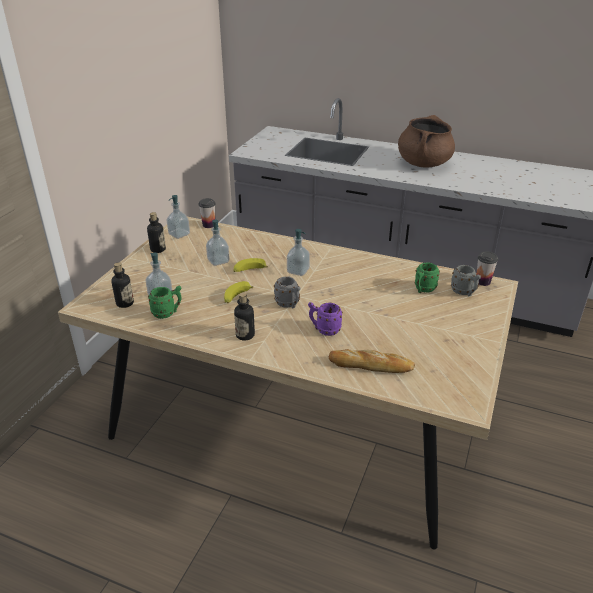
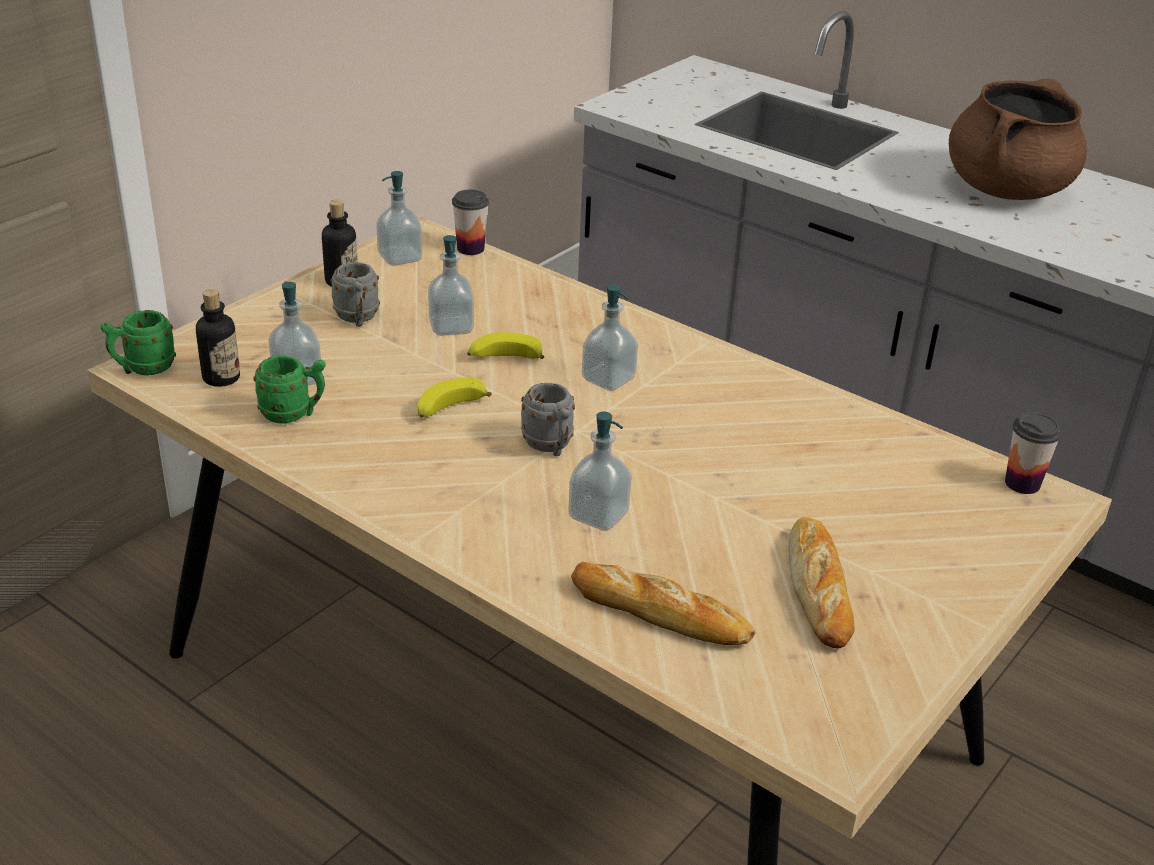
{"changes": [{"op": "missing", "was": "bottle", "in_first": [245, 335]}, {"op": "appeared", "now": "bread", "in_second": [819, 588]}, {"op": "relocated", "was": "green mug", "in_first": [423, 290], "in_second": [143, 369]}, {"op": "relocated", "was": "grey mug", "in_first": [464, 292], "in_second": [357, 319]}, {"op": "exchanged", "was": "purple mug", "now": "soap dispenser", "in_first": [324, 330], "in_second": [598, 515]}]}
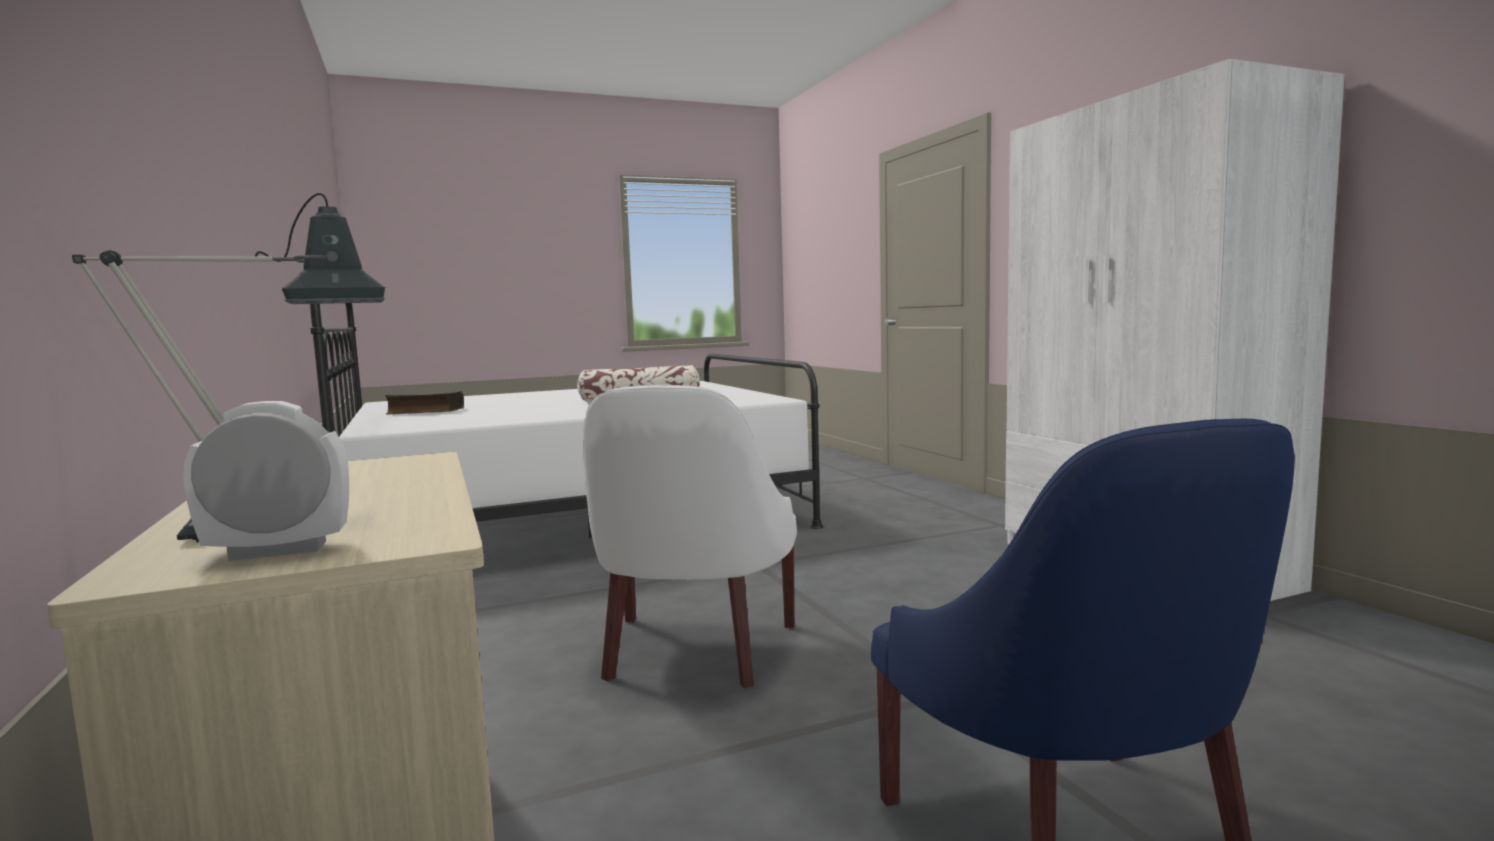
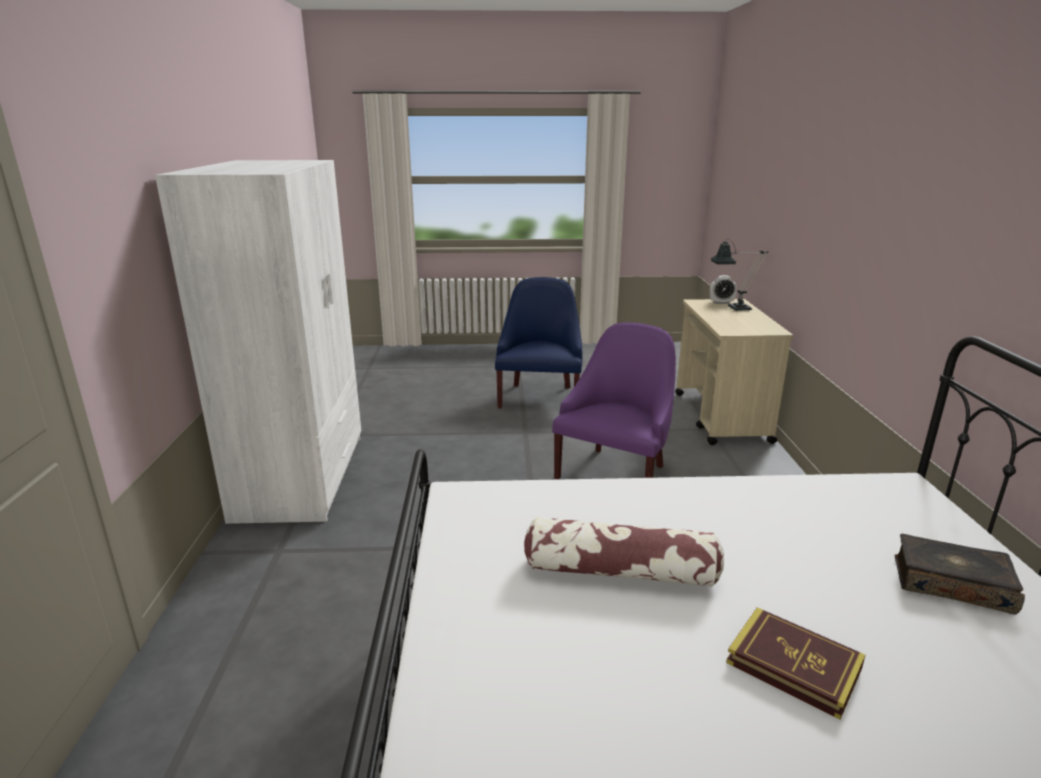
{"changes": [{"op": "appeared", "now": "book", "in_second": [793, 665]}, {"op": "colour", "was": "white armchair", "now": "purple armchair", "in_first": [692, 651], "in_second": [615, 473]}]}
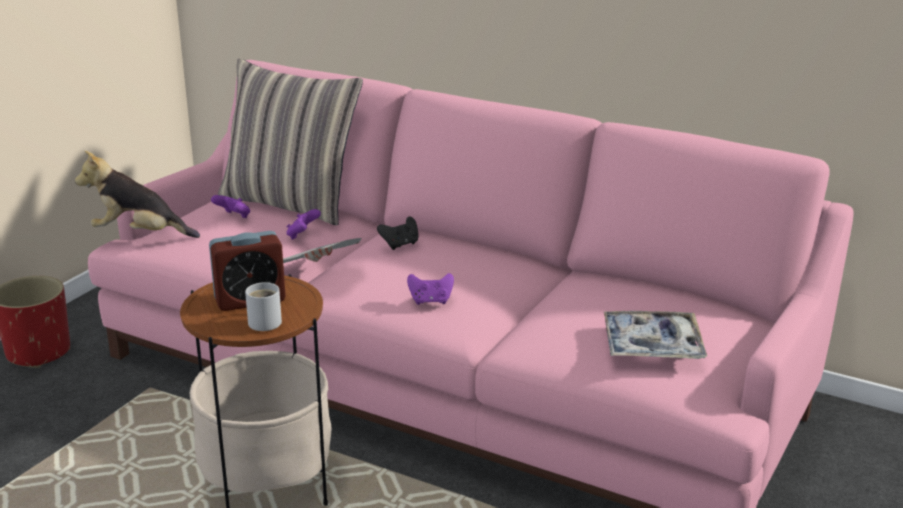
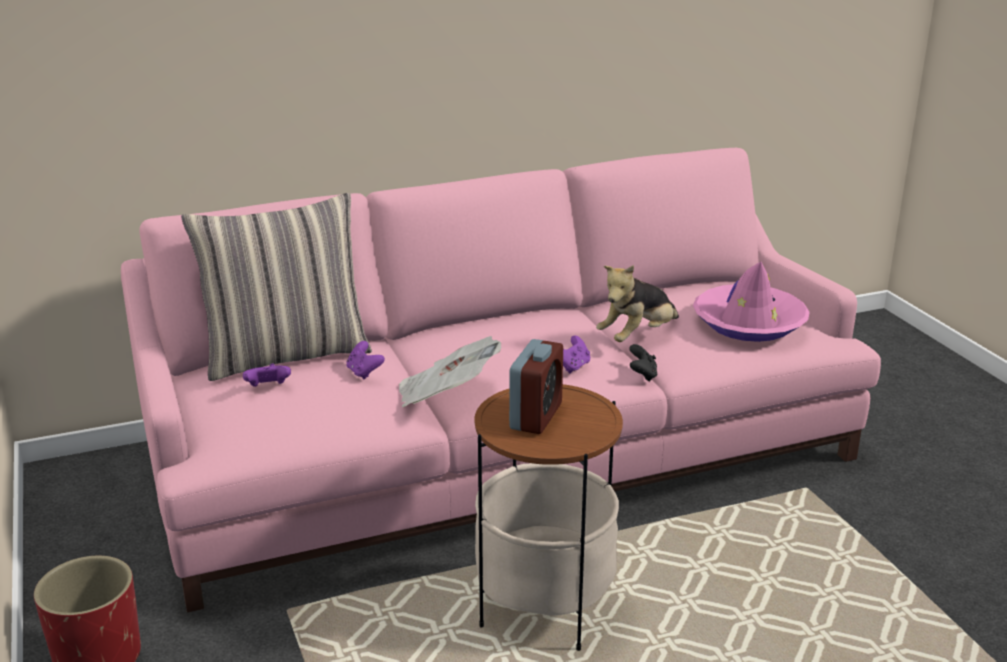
{"changes": [{"op": "missing", "was": "white mug", "in_first": [267, 321]}, {"op": "relocated", "was": "plush toy", "in_first": [139, 234], "in_second": [637, 336]}, {"op": "relocated", "was": "black game controller", "in_first": [400, 245], "in_second": [642, 375]}, {"op": "exchanged", "was": "tray", "now": "pink hat", "in_first": [652, 345], "in_second": [749, 323]}]}
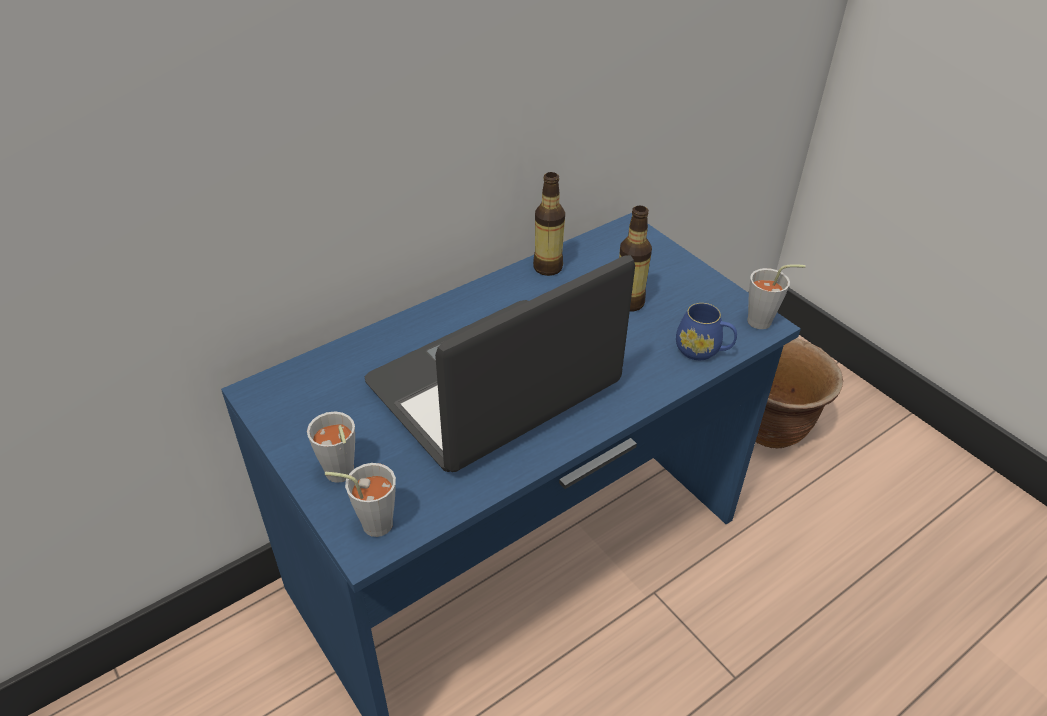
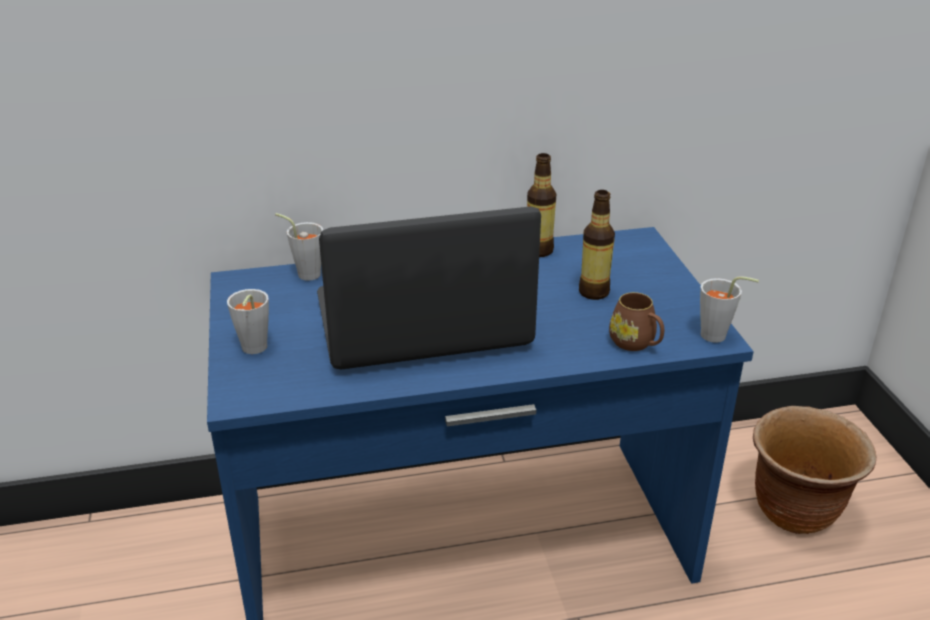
{"changes": [{"op": "relocated", "was": "grey cup", "in_first": [370, 523], "in_second": [305, 273]}, {"op": "colour", "was": "blue mug", "now": "brown mug", "in_first": [703, 350], "in_second": [636, 344]}]}
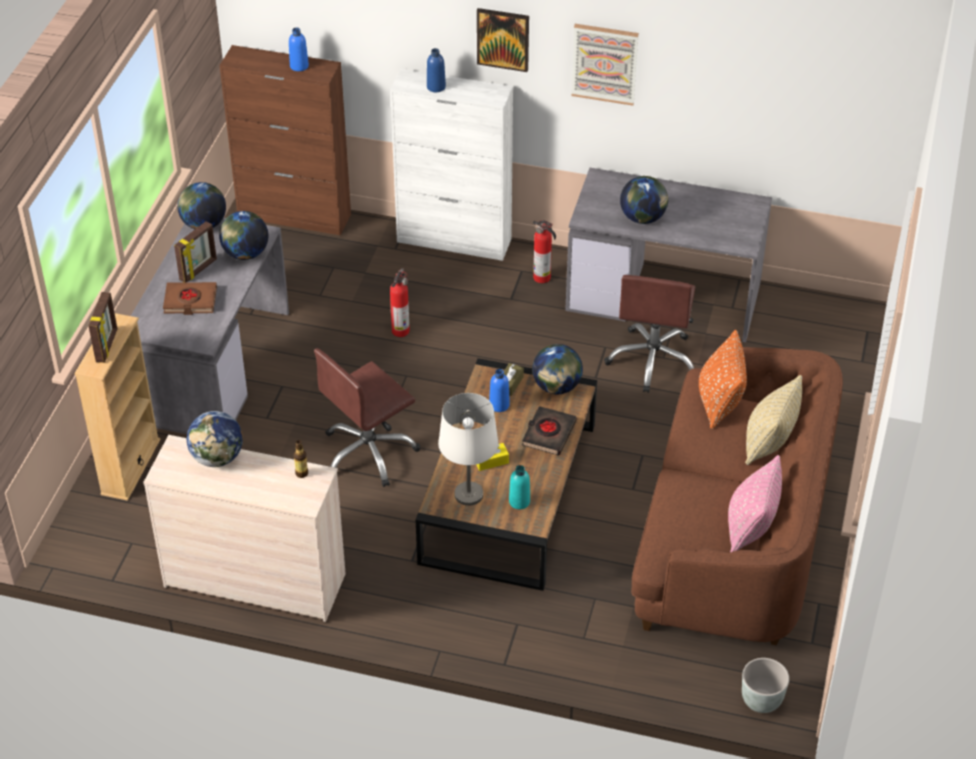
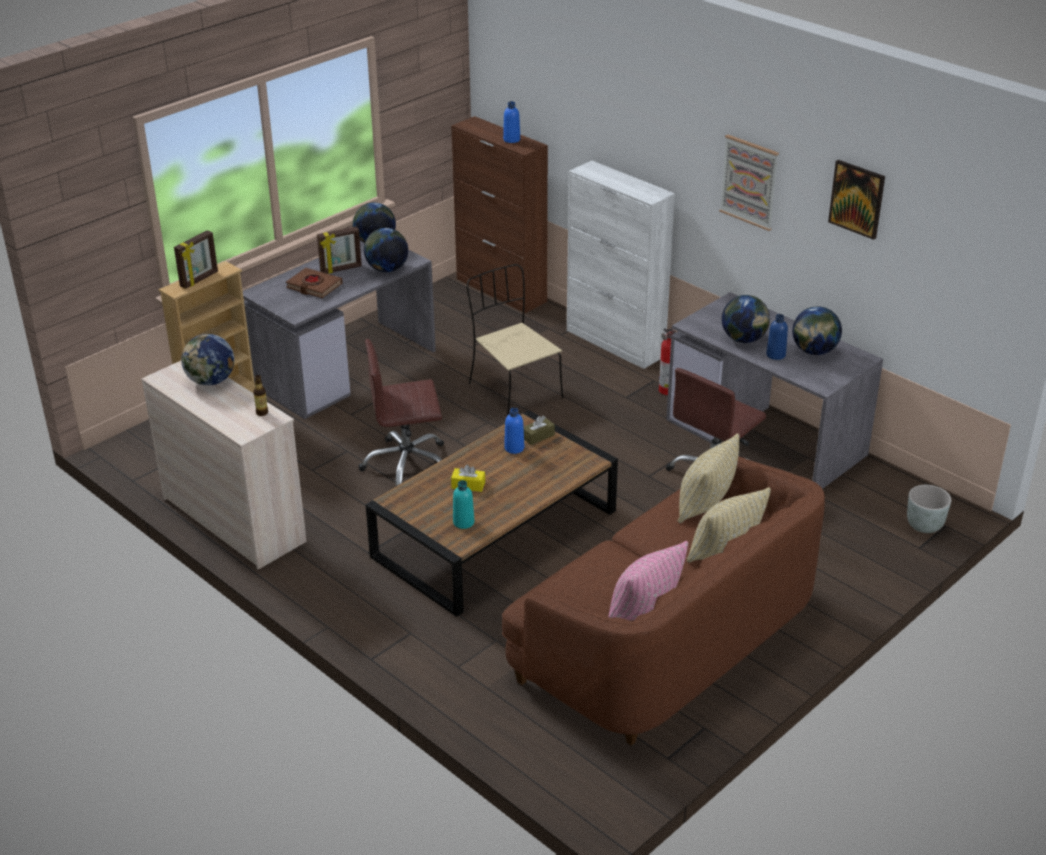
{"changes": [{"op": "missing", "was": "white table lamp", "in_first": [469, 494]}, {"op": "missing", "was": "black book", "in_first": [548, 434]}, {"op": "relocated", "was": "blue bottle", "in_first": [436, 87], "in_second": [775, 355]}, {"op": "relocated", "was": "picture", "in_first": [503, 39], "in_second": [857, 199]}, {"op": "relocated", "was": "globe", "in_first": [556, 387], "in_second": [814, 351]}, {"op": "relocated", "was": "grey planter", "in_first": [762, 701], "in_second": [924, 526]}, {"op": "exchanged", "was": "fire extinguisher", "now": "beige chair", "in_first": [401, 330], "in_second": [513, 390]}, {"op": "colour", "was": "orange pillow", "now": "beige pillow", "in_first": [719, 403], "in_second": [705, 506]}]}
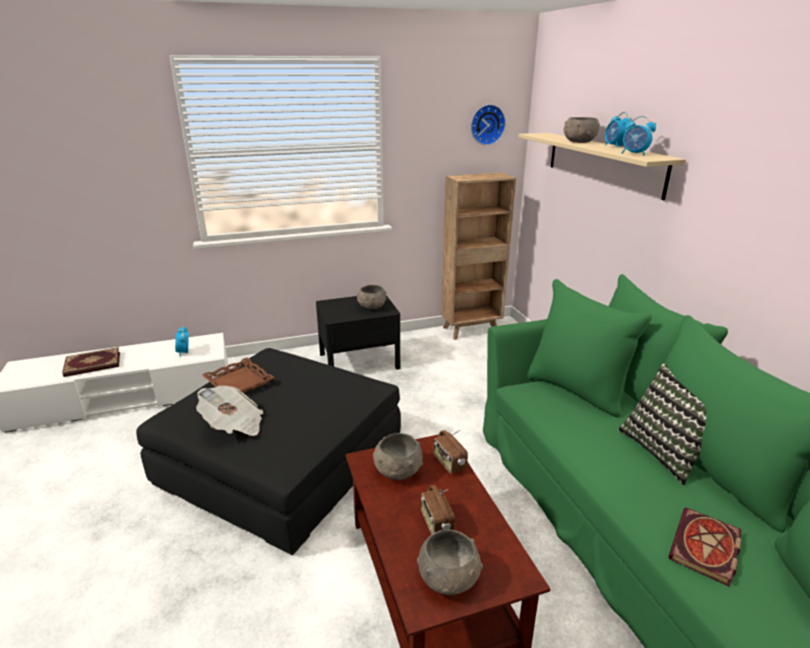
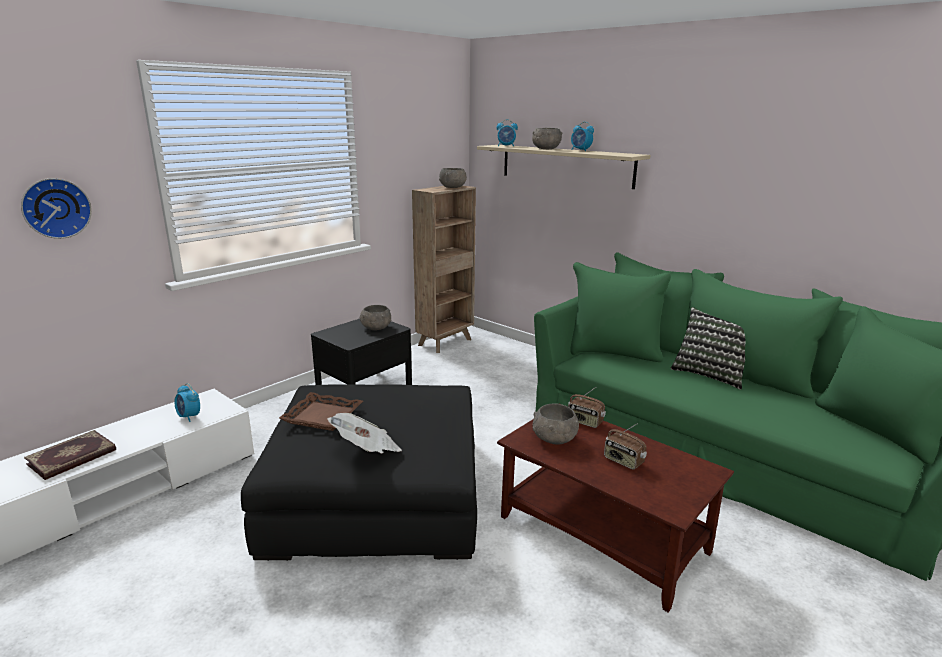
{"changes": [{"op": "missing", "was": "book", "in_first": [706, 549]}, {"op": "relocated", "was": "grey bowl", "in_first": [449, 578], "in_second": [453, 187]}, {"op": "relocated", "was": "wall clock", "in_first": [486, 124], "in_second": [55, 208]}, {"op": "relocated", "was": "alarm clock", "in_first": [634, 154], "in_second": [506, 146]}]}
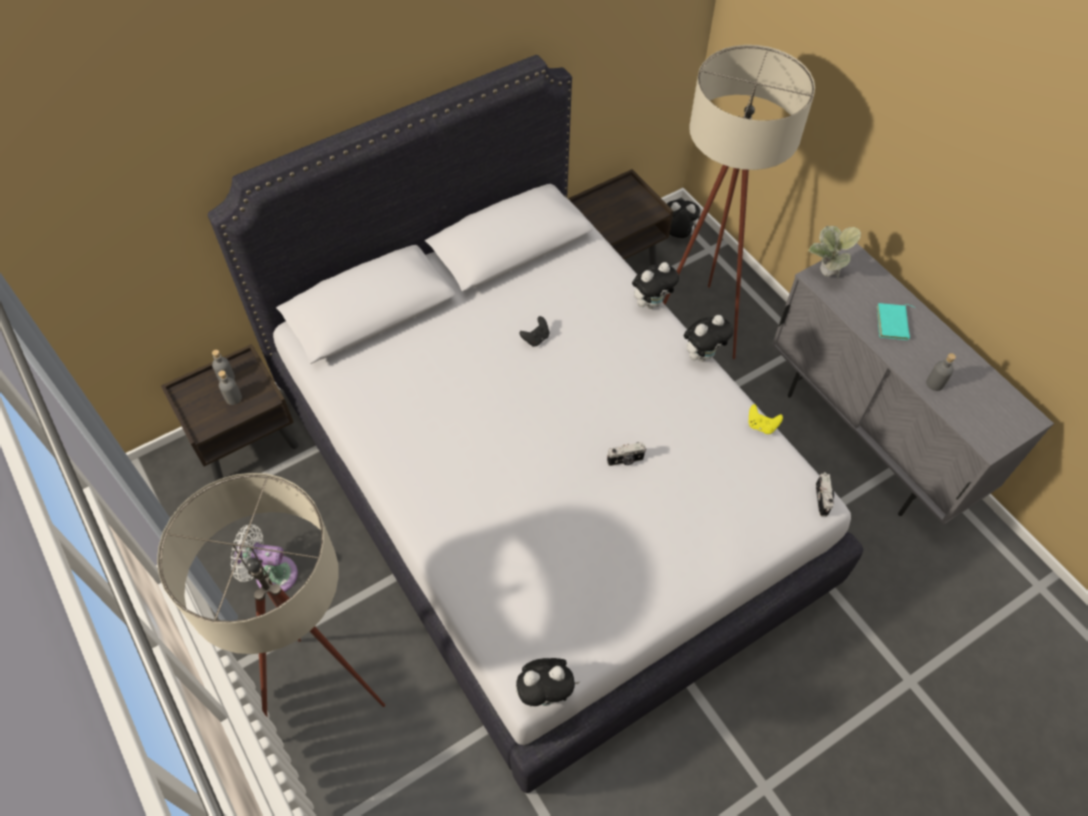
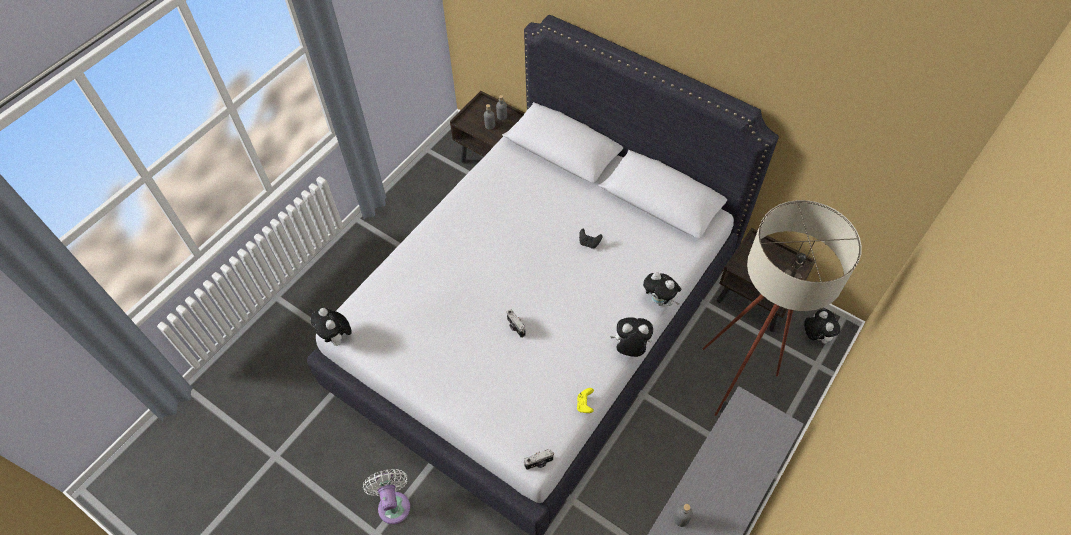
{"changes": [{"op": "missing", "was": "beige floor lamp", "in_first": [331, 699]}, {"op": "missing", "was": "potted plant", "in_first": [823, 274]}, {"op": "missing", "was": "turquoise book", "in_first": [893, 323]}, {"op": "relocated", "was": "white fan", "in_first": [272, 574], "in_second": [393, 504]}, {"op": "spun", "was": "plush toy", "in_first": [703, 354], "in_second": [630, 348], "clockwise": 150}]}
